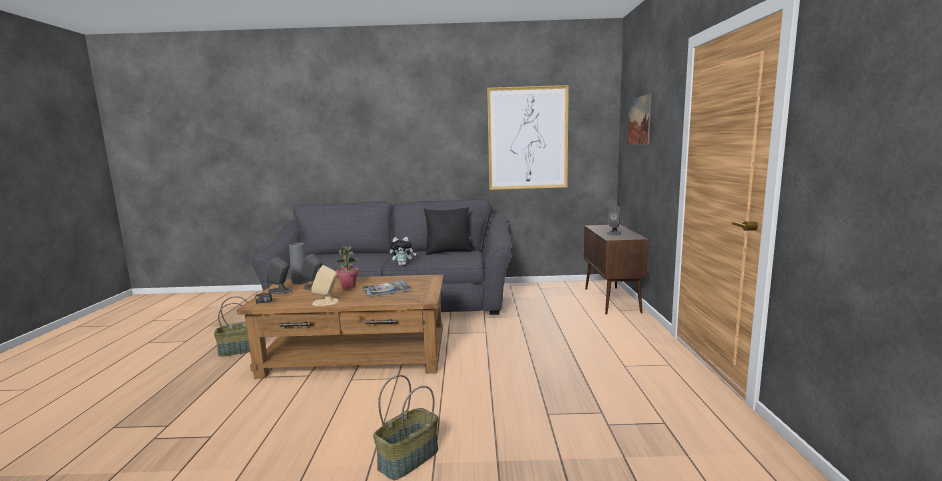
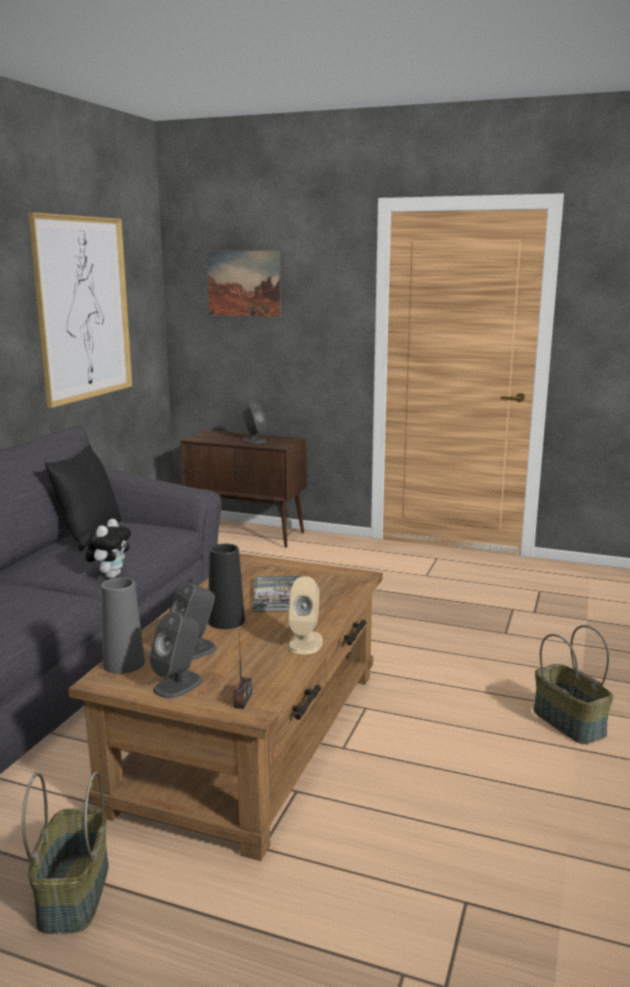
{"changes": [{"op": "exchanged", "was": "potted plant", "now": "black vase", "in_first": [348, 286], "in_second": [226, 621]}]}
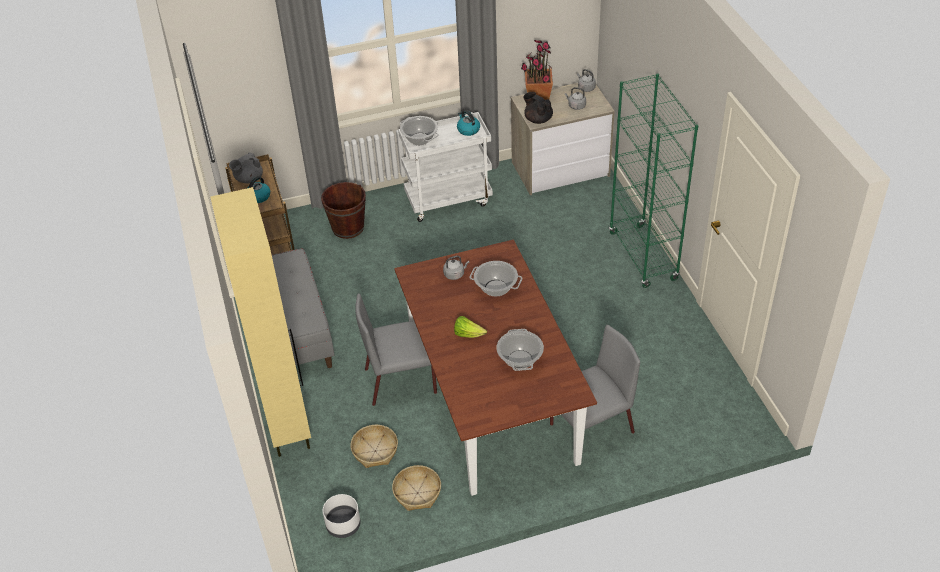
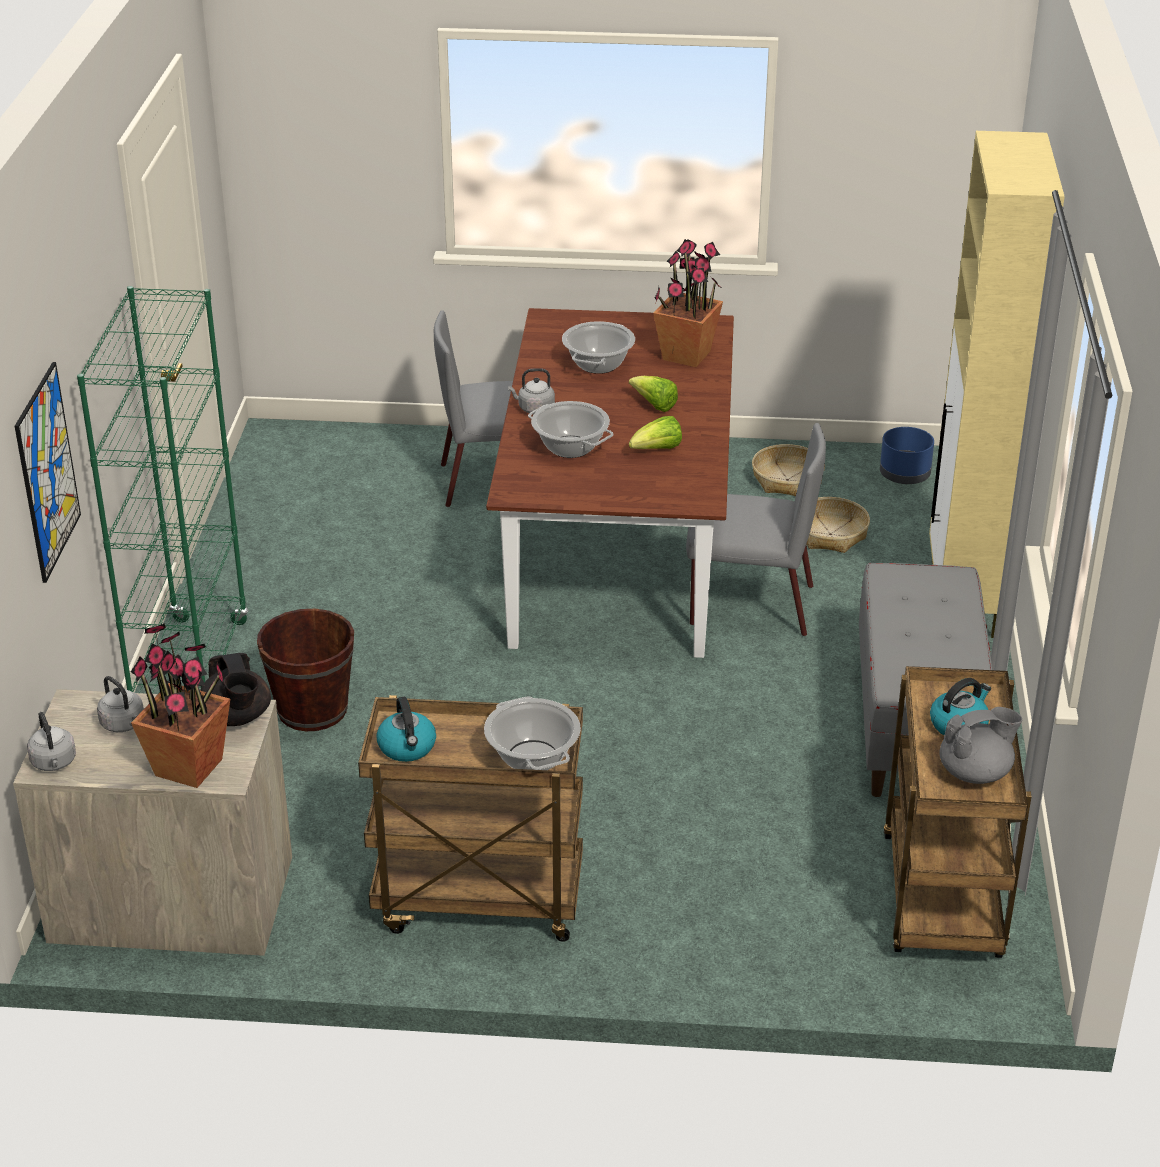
{"changes": [{"op": "appeared", "now": "picture", "in_second": [47, 472]}, {"op": "appeared", "now": "lettuce", "in_second": [657, 450]}, {"op": "appeared", "now": "potted plant", "in_second": [686, 355]}, {"op": "relocated", "was": "brown bucket", "in_first": [348, 228], "in_second": [312, 709]}, {"op": "relocated", "was": "grey kettle", "in_first": [455, 274], "in_second": [534, 409]}, {"op": "colour", "was": "white planter", "now": "blue planter", "in_first": [343, 525], "in_second": [905, 475]}, {"op": "colour", "was": "white cart", "now": "brown cart", "in_first": [448, 200], "in_second": [477, 902]}]}
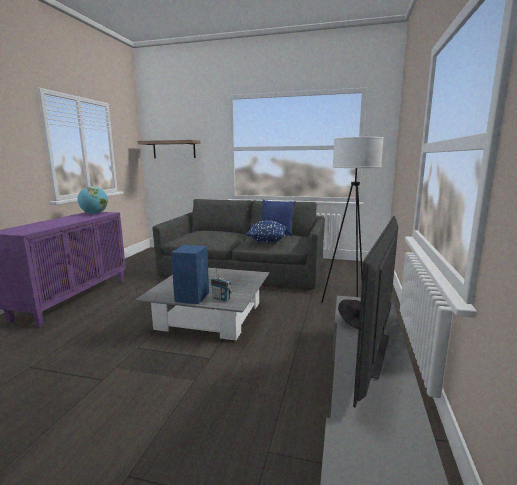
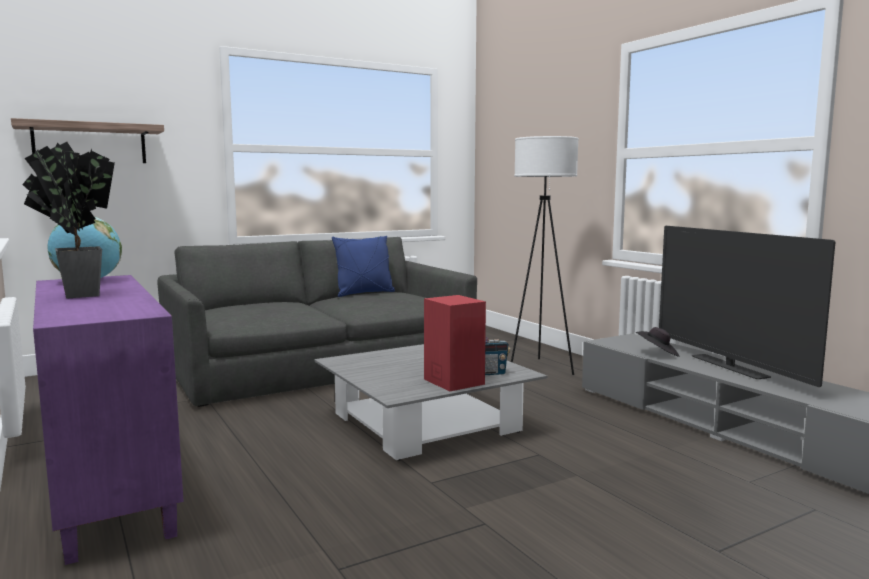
{"changes": [{"op": "missing", "was": "blue pillow", "in_first": [267, 241]}, {"op": "appeared", "now": "potted plant", "in_second": [75, 295]}, {"op": "colour", "was": "blue speaker", "now": "red speaker", "in_first": [192, 297], "in_second": [453, 381]}]}
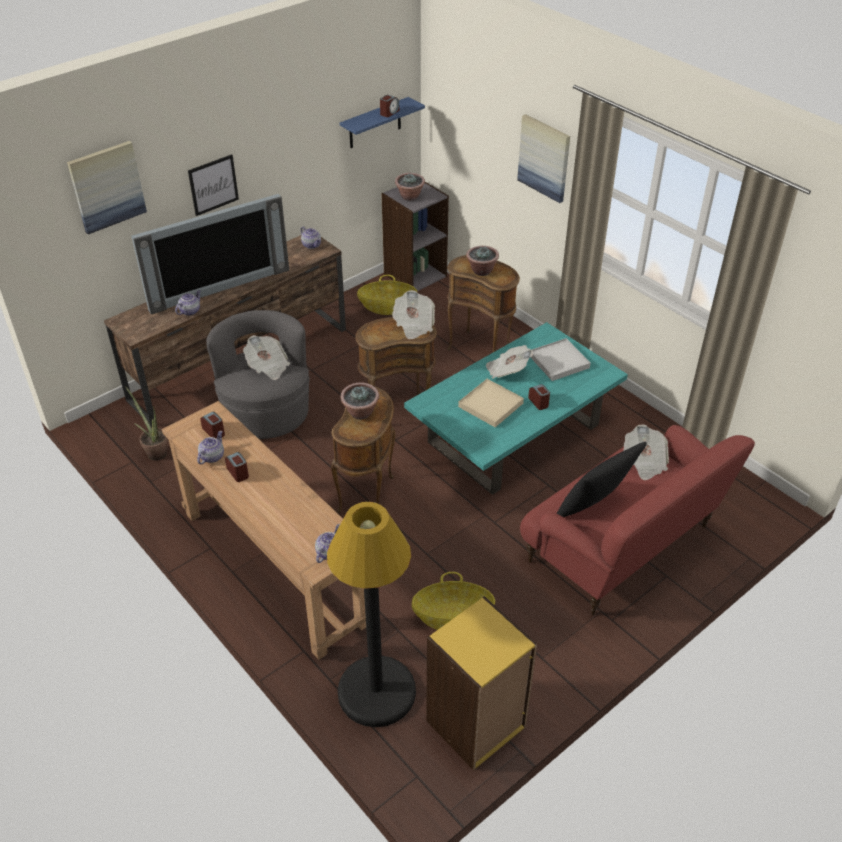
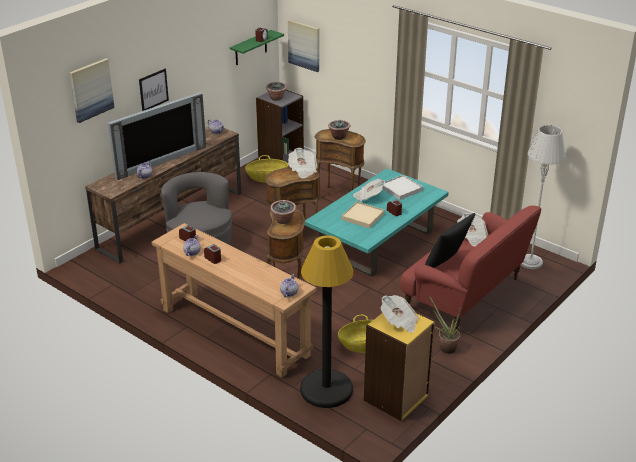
{"changes": [{"op": "appeared", "now": "grey floor lamp", "in_second": [530, 262]}, {"op": "relocated", "was": "potted plant", "in_first": [155, 451], "in_second": [444, 347]}, {"op": "relocated", "was": "newspaper", "in_first": [268, 366], "in_second": [399, 322]}, {"op": "relocated", "was": "picture", "in_first": [544, 158], "in_second": [304, 45]}, {"op": "colour", "was": "blue shelf", "now": "green shelf", "in_first": [375, 123], "in_second": [251, 48]}]}
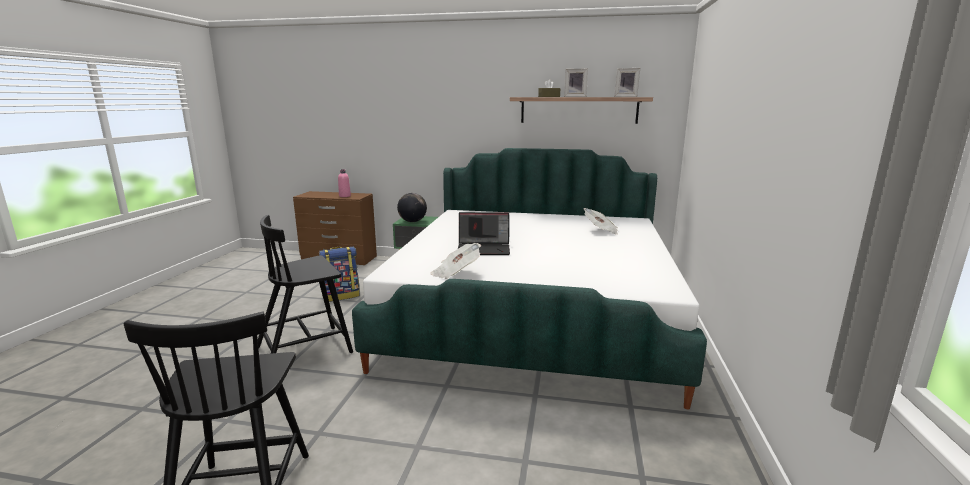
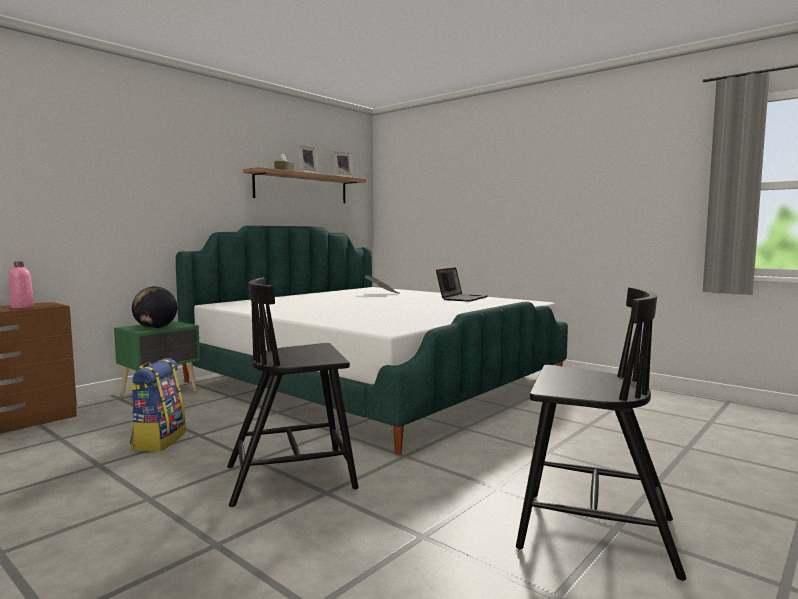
{"changes": [{"op": "missing", "was": "newspaper", "in_first": [456, 273]}, {"op": "relocated", "was": "laptop", "in_first": [484, 249], "in_second": [461, 298]}, {"op": "spun", "was": "black chair", "in_first": [306, 349], "in_second": [293, 476], "clockwise": 75}]}
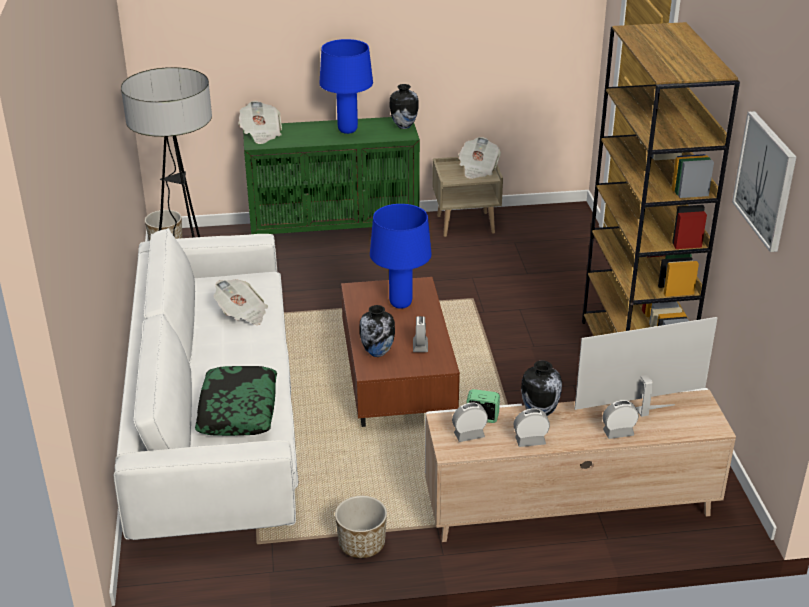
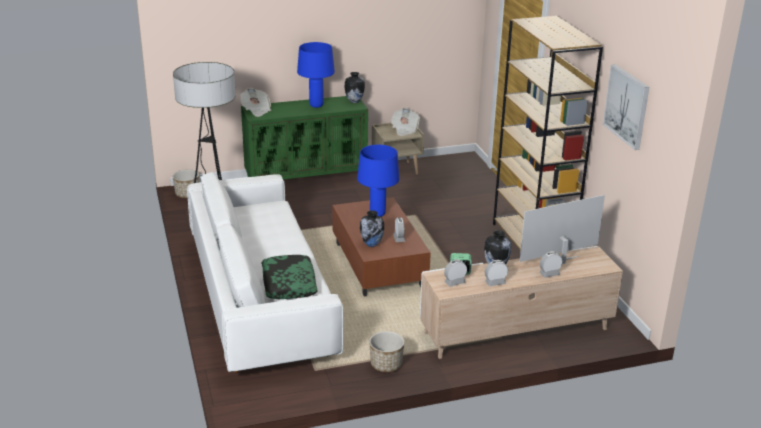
{"changes": [{"op": "missing", "was": "newspaper", "in_first": [242, 314]}]}
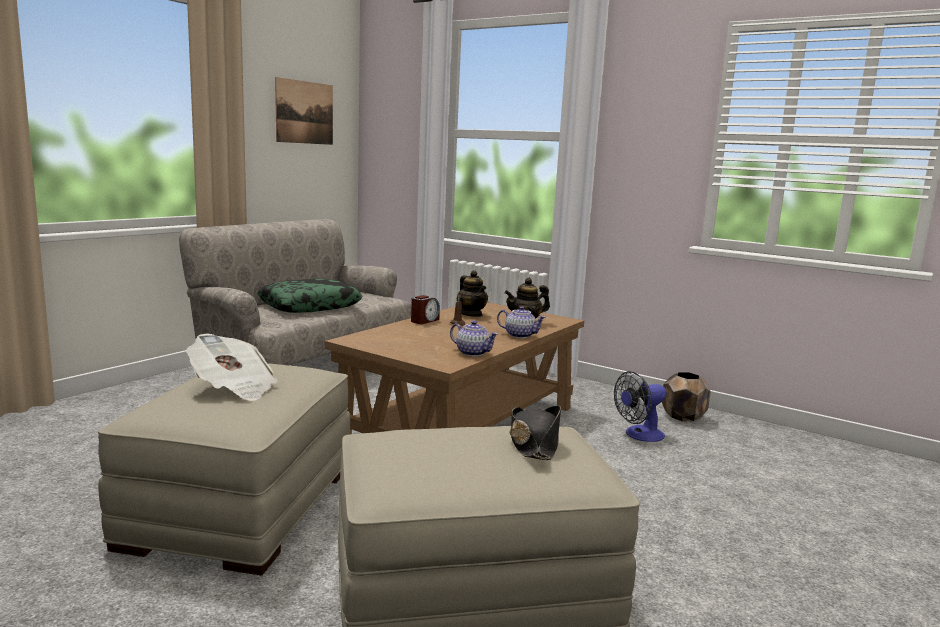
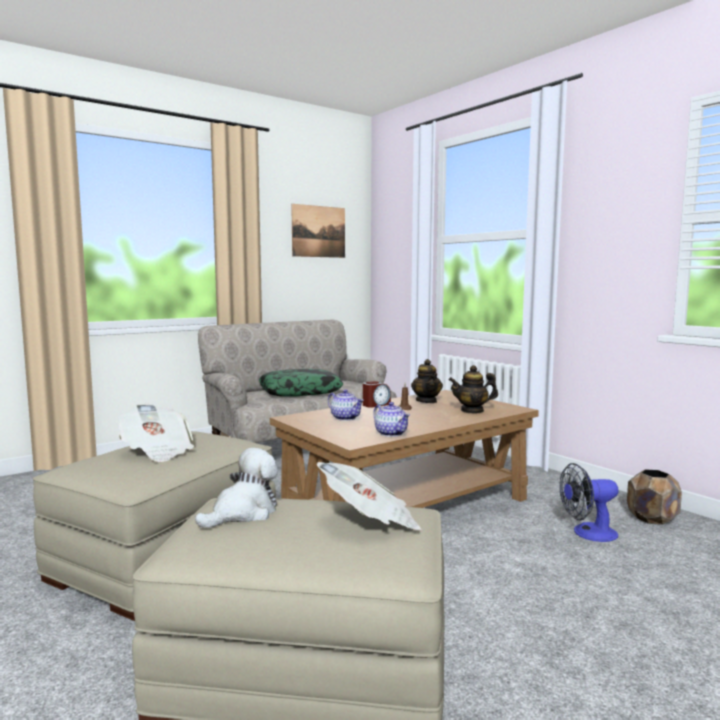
{"changes": [{"op": "appeared", "now": "plush toy", "in_second": [243, 513]}, {"op": "relocated", "was": "teapot", "in_first": [519, 335], "in_second": [345, 418]}, {"op": "exchanged", "was": "black hat", "now": "newspaper", "in_first": [534, 443], "in_second": [370, 521]}]}
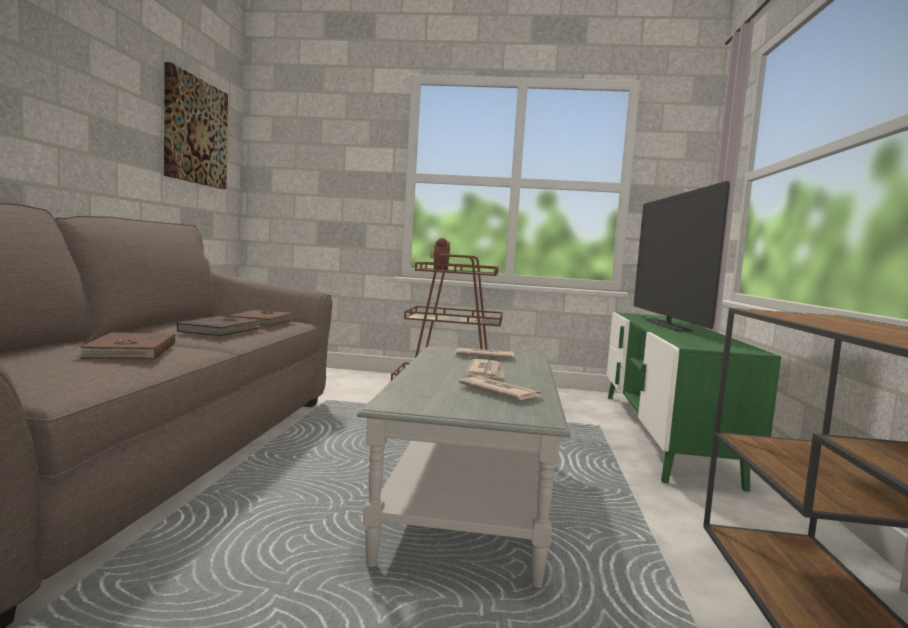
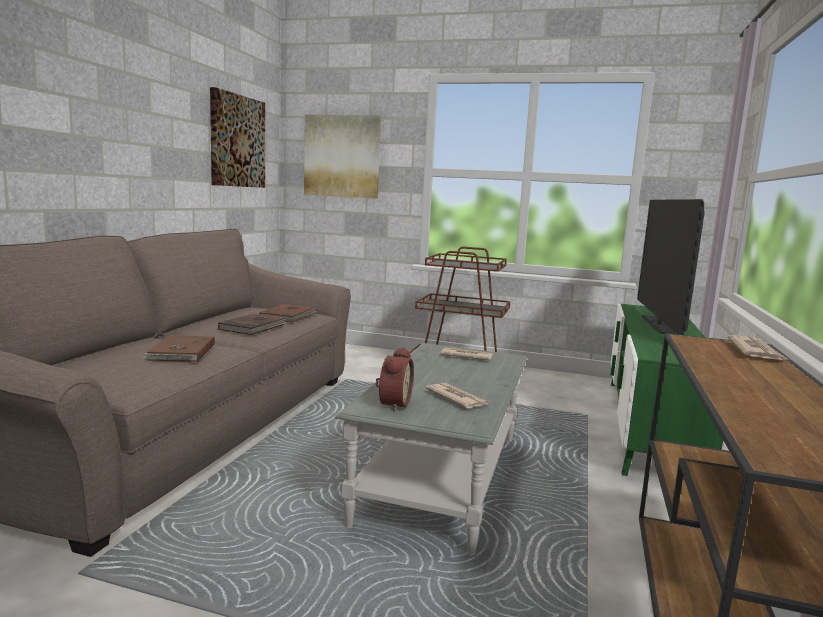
{"changes": [{"op": "appeared", "now": "picture", "in_second": [342, 156]}, {"op": "relocated", "was": "alarm clock", "in_first": [438, 270], "in_second": [392, 404]}, {"op": "relocated", "was": "newspaper", "in_first": [486, 372], "in_second": [755, 352]}]}
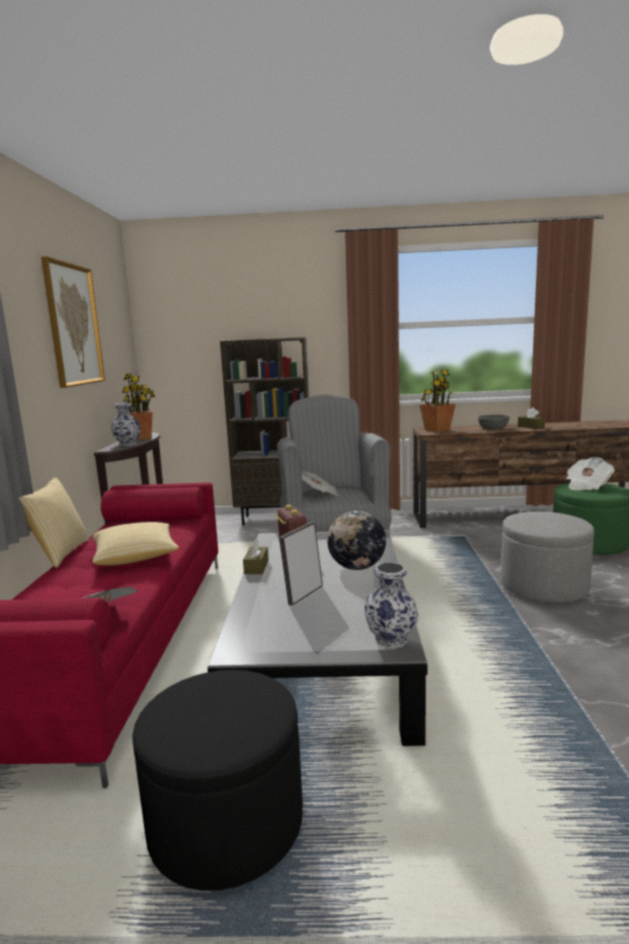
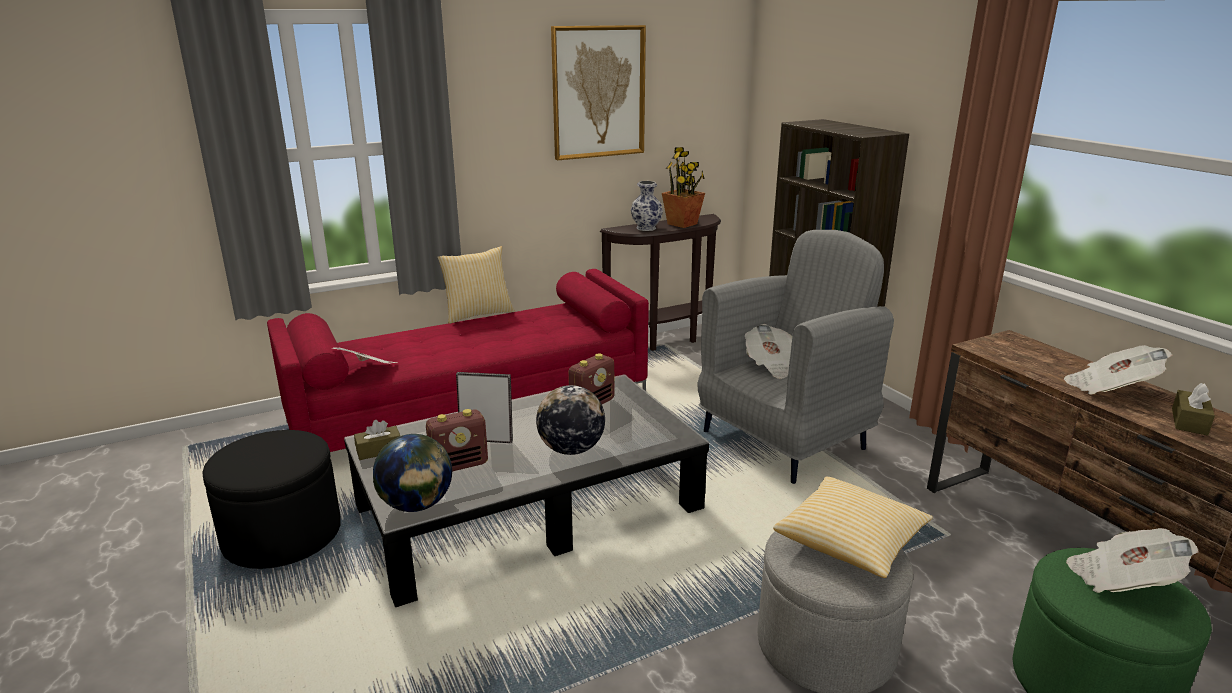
{"changes": [{"op": "missing", "was": "potted plant", "in_first": [437, 429]}, {"op": "appeared", "now": "radio", "in_second": [460, 465]}, {"op": "relocated", "was": "pillow", "in_first": [136, 557], "in_second": [850, 543]}, {"op": "relocated", "was": "brown tissue box", "in_first": [256, 567], "in_second": [379, 450]}, {"op": "exchanged", "was": "vase", "now": "globe", "in_first": [392, 639], "in_second": [416, 505]}, {"op": "exchanged", "was": "grey bowl", "now": "newspaper", "in_first": [493, 428], "in_second": [1110, 389]}]}
